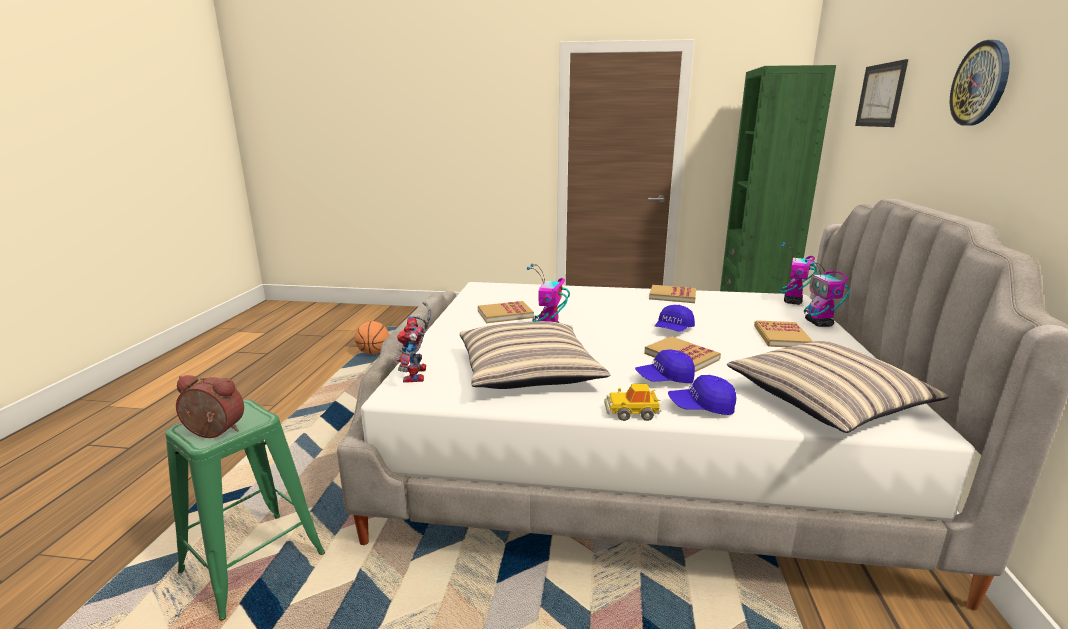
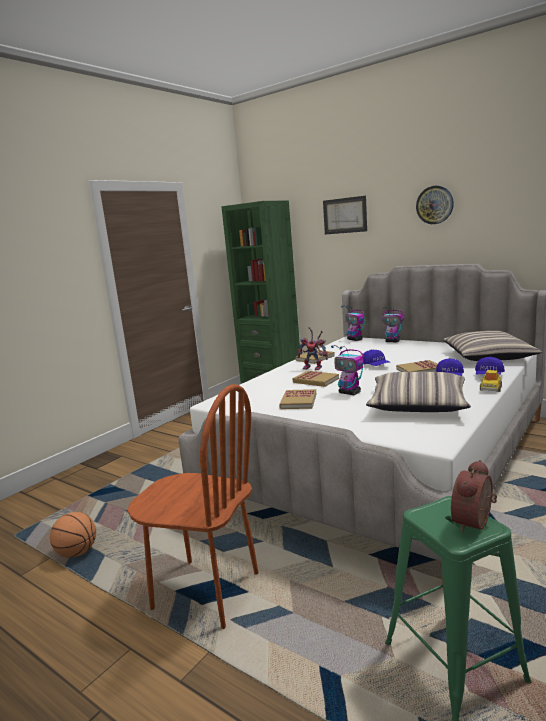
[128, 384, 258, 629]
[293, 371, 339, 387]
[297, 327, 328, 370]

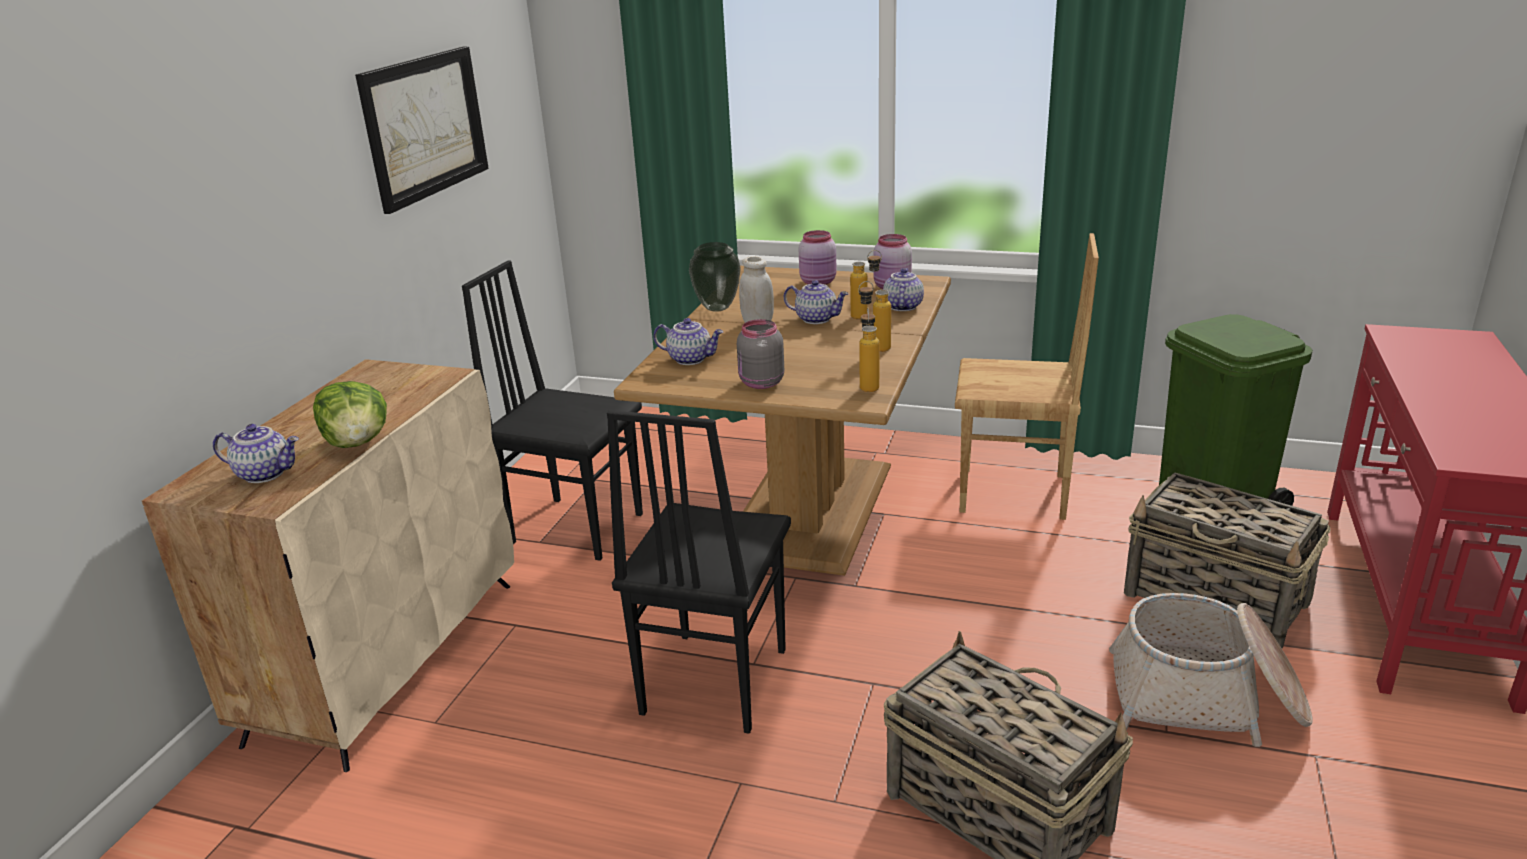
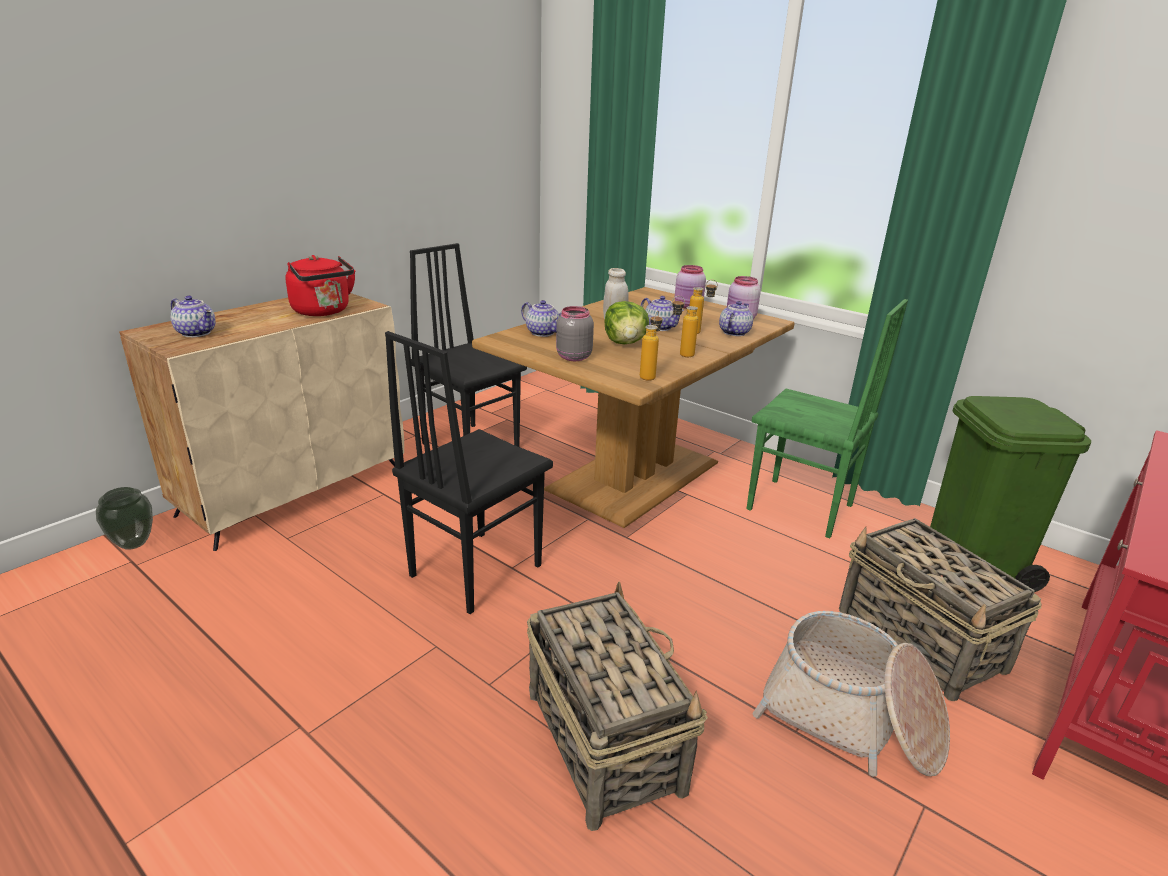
[96, 487, 153, 550]
[285, 255, 356, 316]
[605, 301, 649, 344]
[746, 299, 908, 538]
[355, 46, 489, 214] (first image)

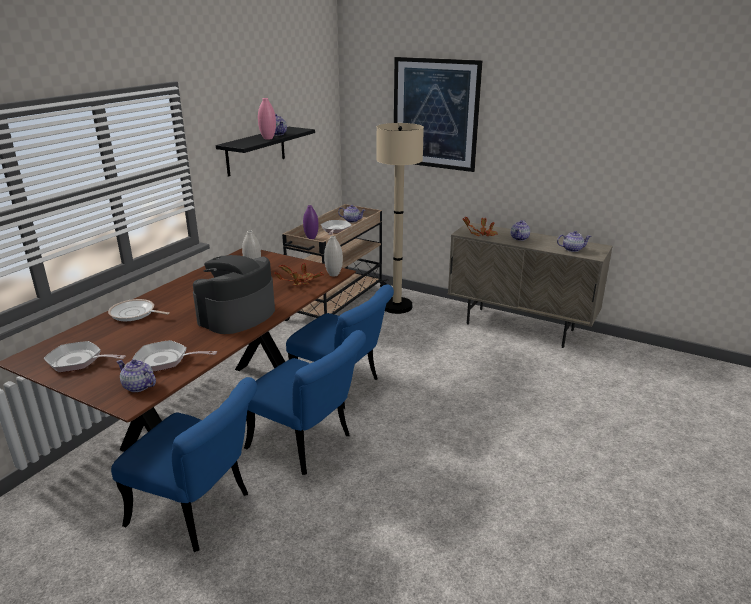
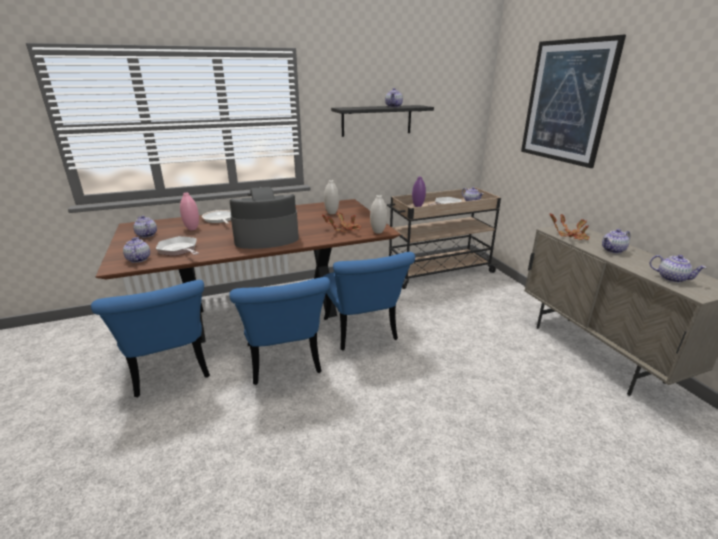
[133, 216, 157, 238]
[180, 193, 199, 230]
[376, 123, 424, 314] (first image)

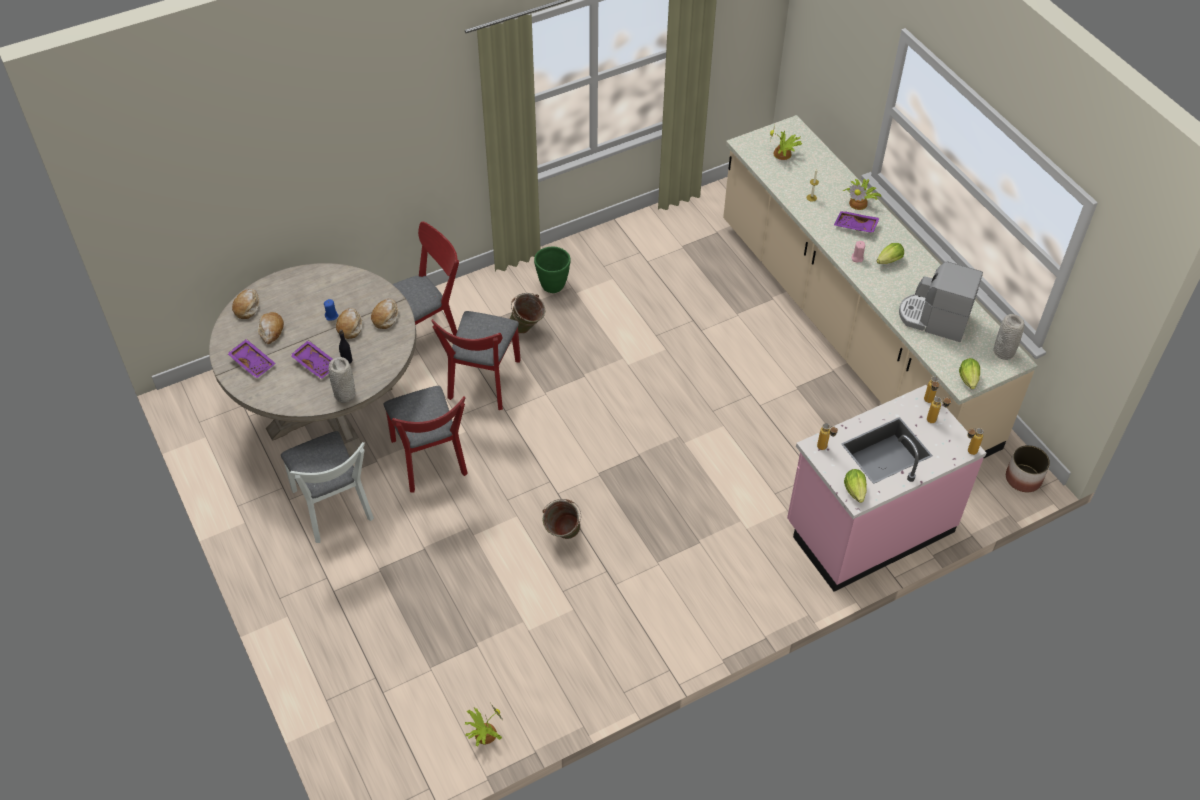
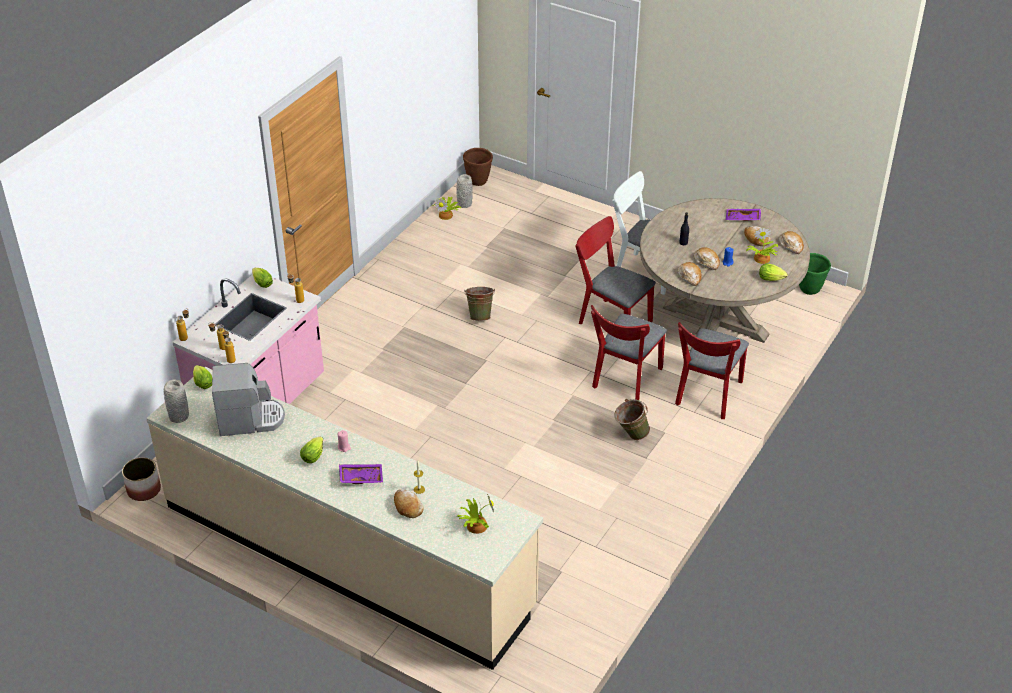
[394, 489, 424, 518]
[456, 174, 473, 208]
[463, 148, 493, 186]
[591, 305, 667, 400]
[746, 227, 778, 264]
[759, 263, 788, 281]
[799, 253, 831, 295]
[290, 340, 332, 379] (first image)

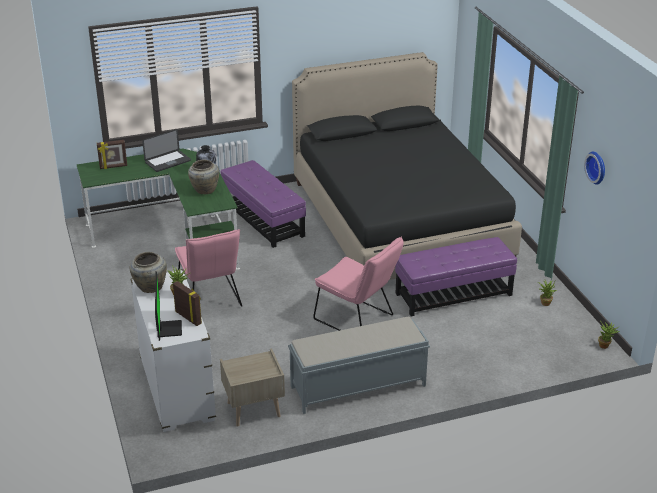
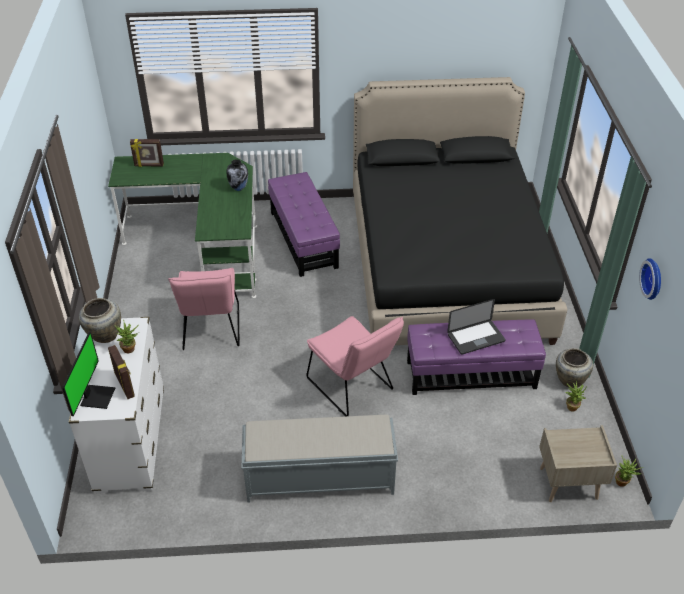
[447, 299, 506, 355]
[539, 425, 617, 502]
[556, 348, 593, 388]

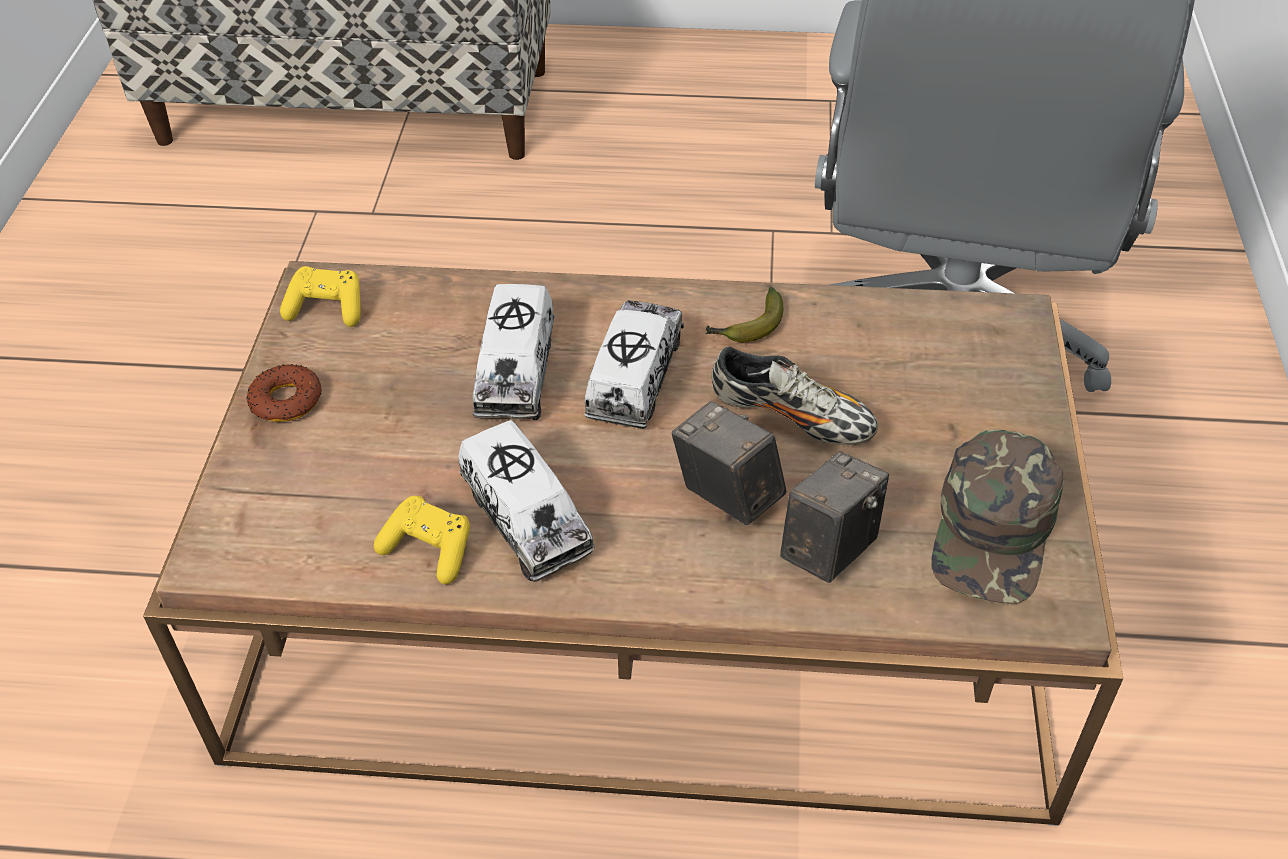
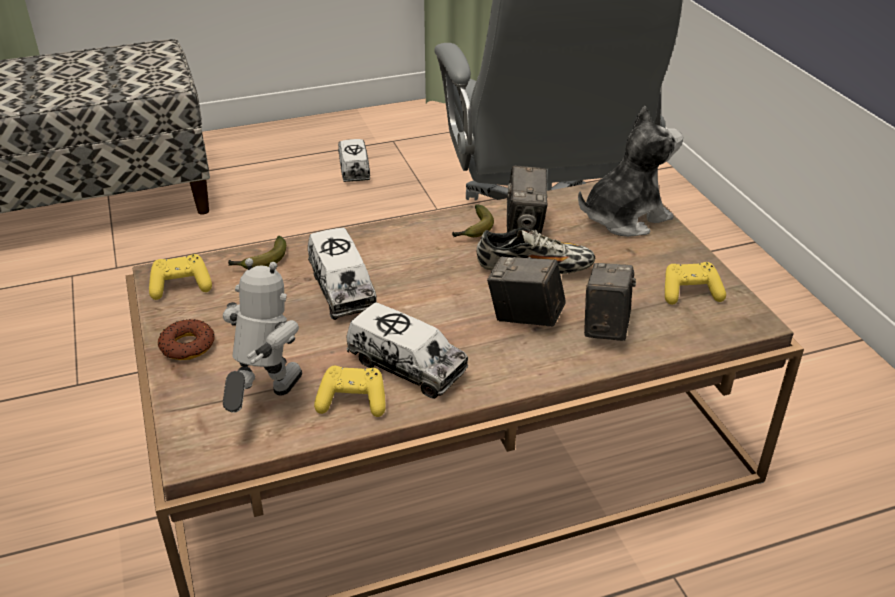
[223, 258, 302, 413]
[228, 236, 286, 269]
[338, 139, 370, 182]
[507, 166, 548, 234]
[578, 106, 683, 237]
[665, 262, 726, 305]

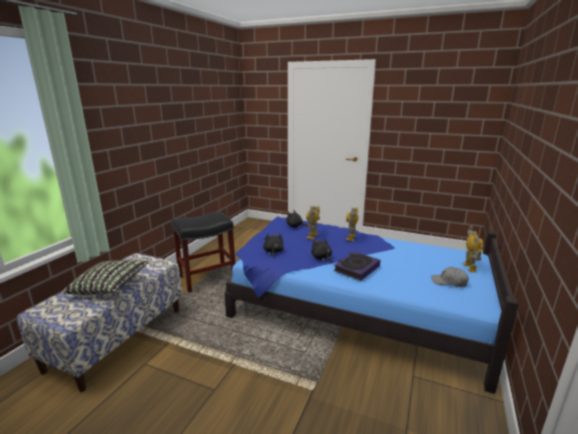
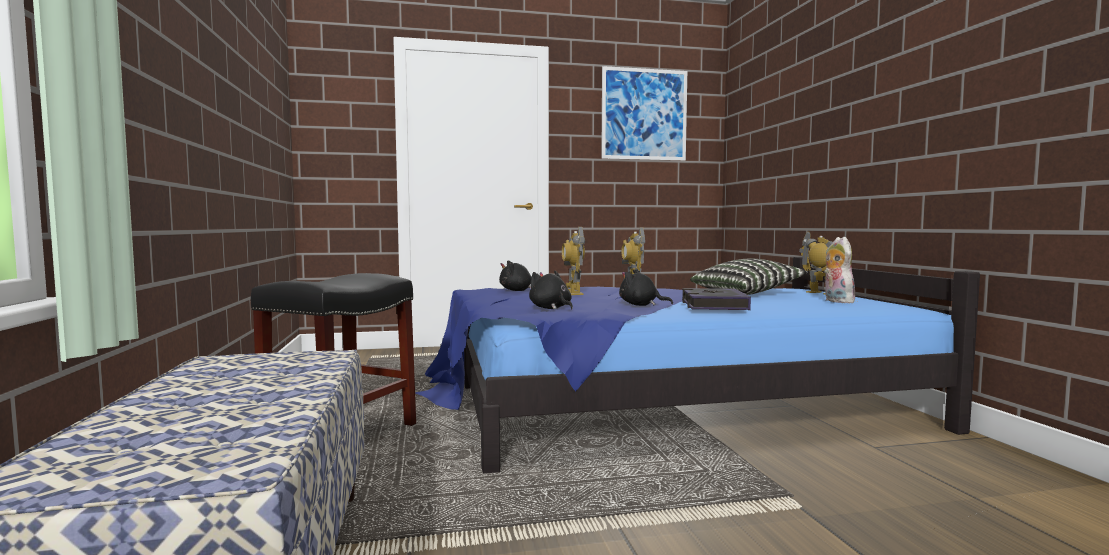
[601, 66, 687, 161]
[690, 258, 807, 295]
[824, 237, 855, 303]

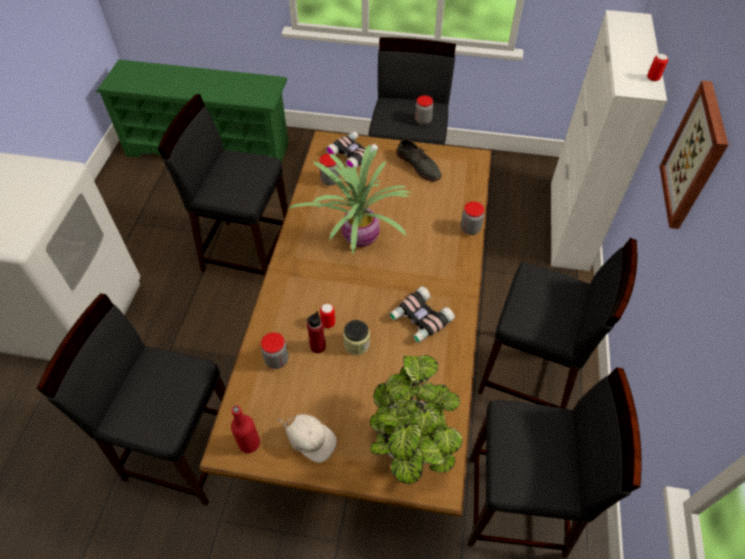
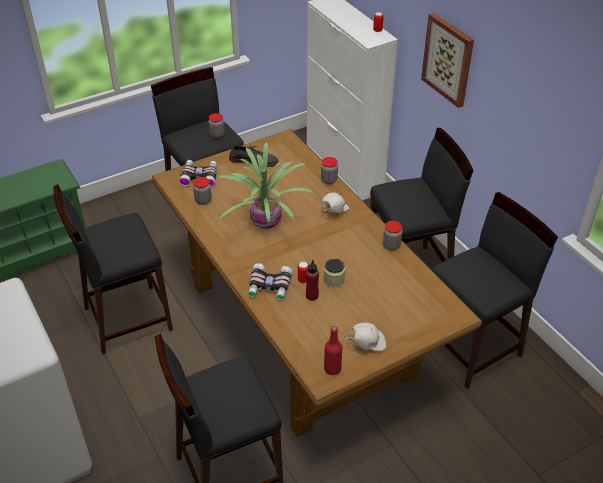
[248, 263, 293, 300]
[321, 192, 349, 213]
[383, 221, 403, 250]
[370, 355, 463, 484] (first image)

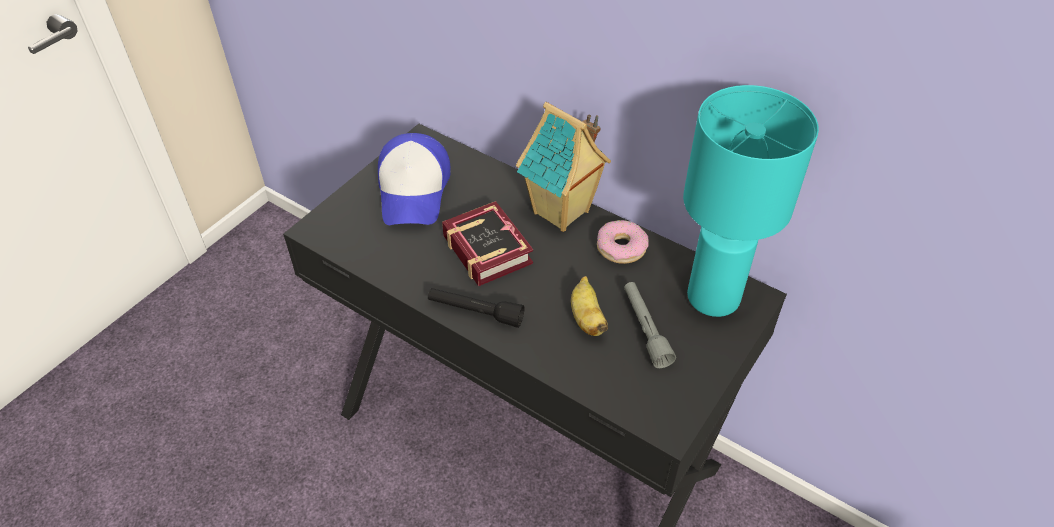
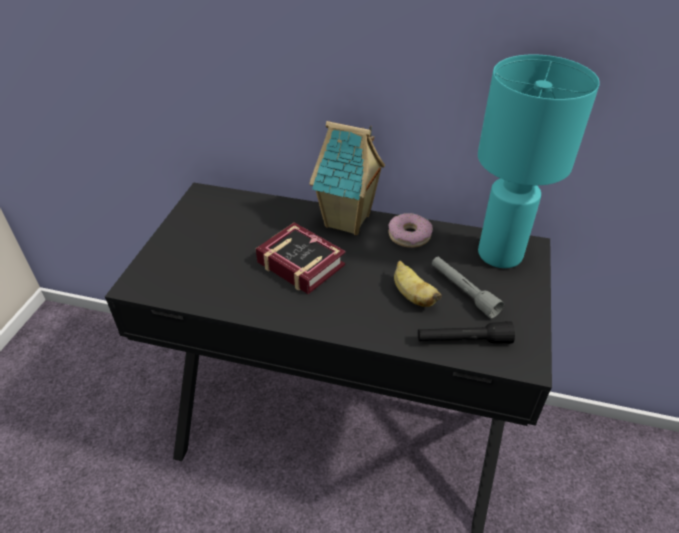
[418, 321, 515, 344]
[378, 133, 451, 225] (first image)

